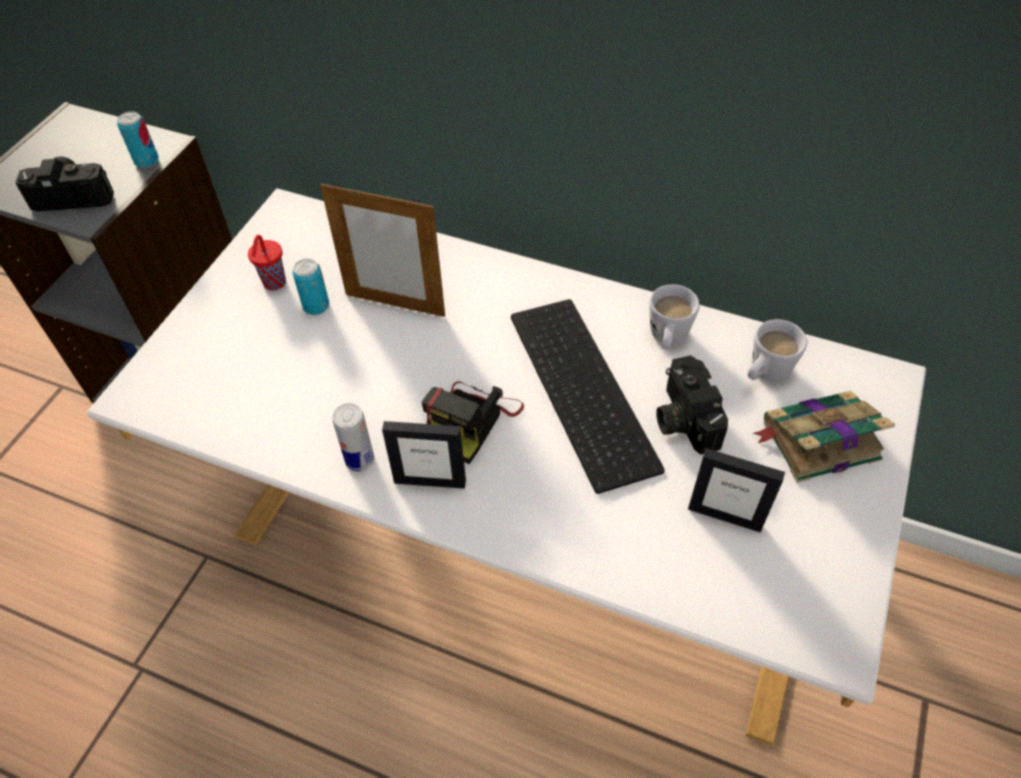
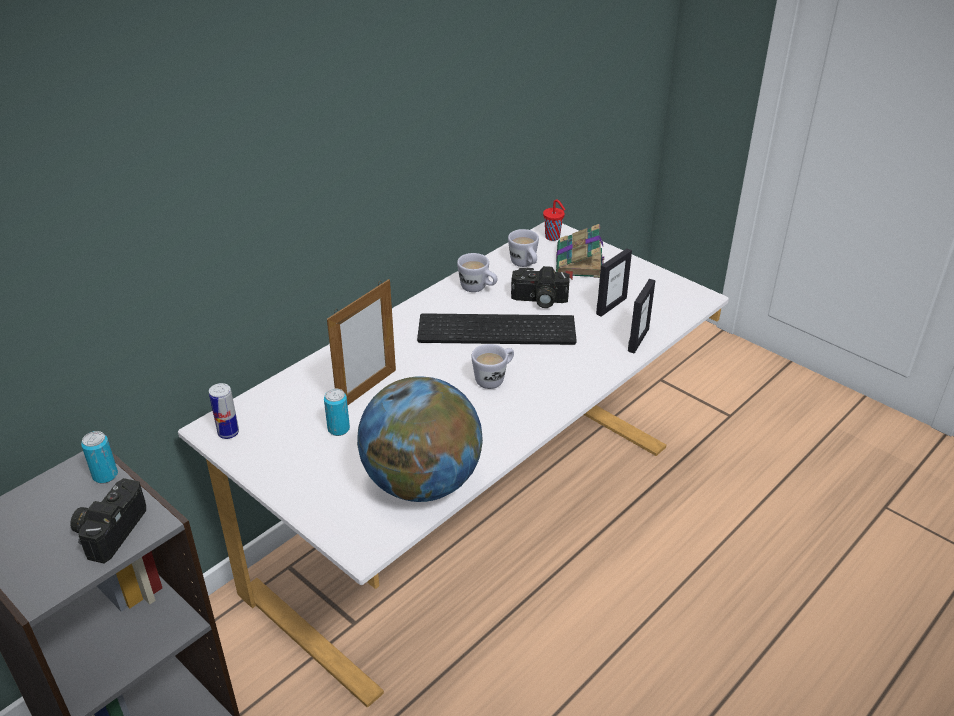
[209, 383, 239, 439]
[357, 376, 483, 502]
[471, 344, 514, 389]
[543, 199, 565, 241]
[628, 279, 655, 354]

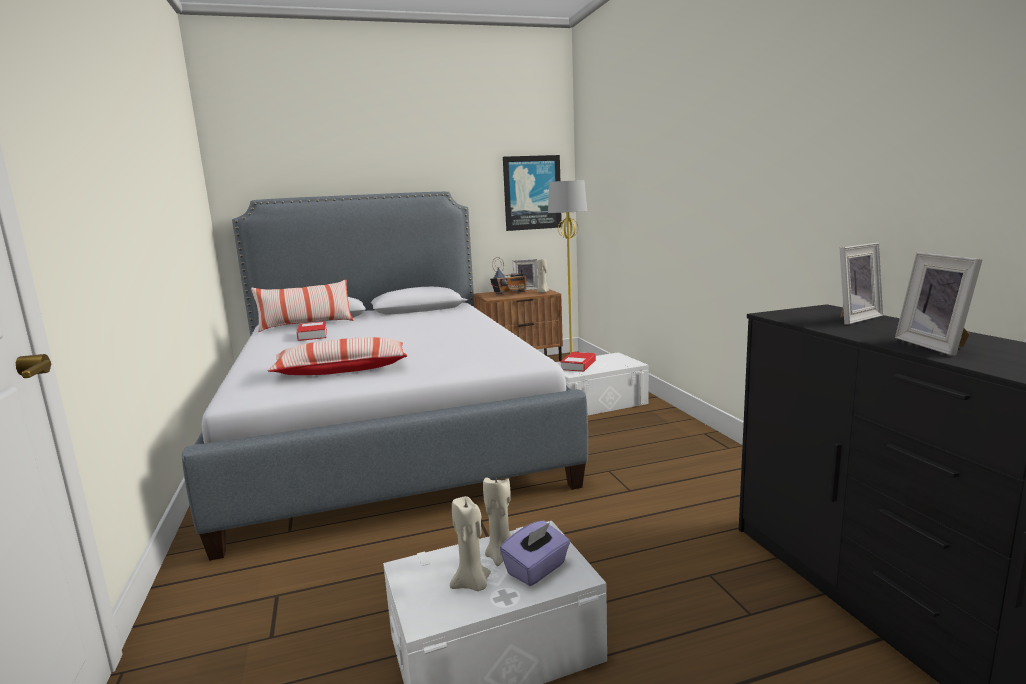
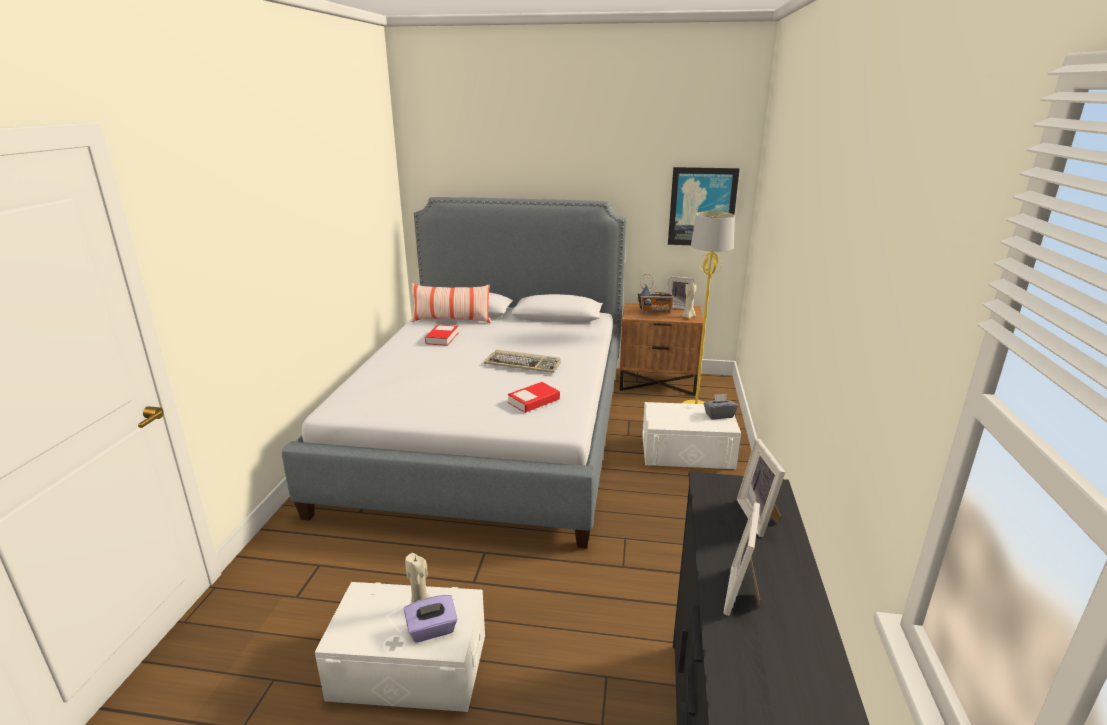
[484, 350, 561, 373]
[508, 382, 560, 413]
[704, 394, 738, 419]
[737, 439, 785, 537]
[268, 337, 408, 375] (first image)
[450, 496, 491, 591] (first image)

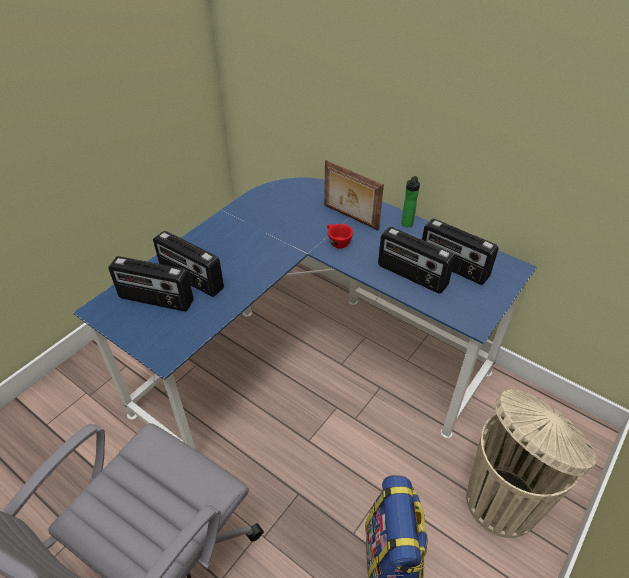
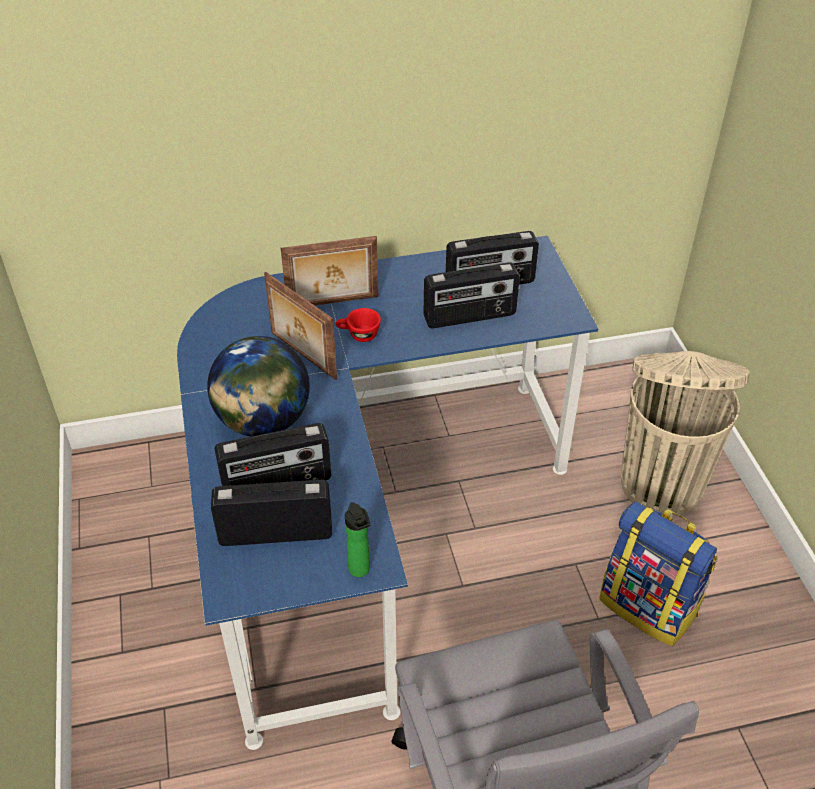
[207, 336, 310, 437]
[211, 480, 332, 546]
[264, 272, 337, 380]
[345, 502, 370, 577]

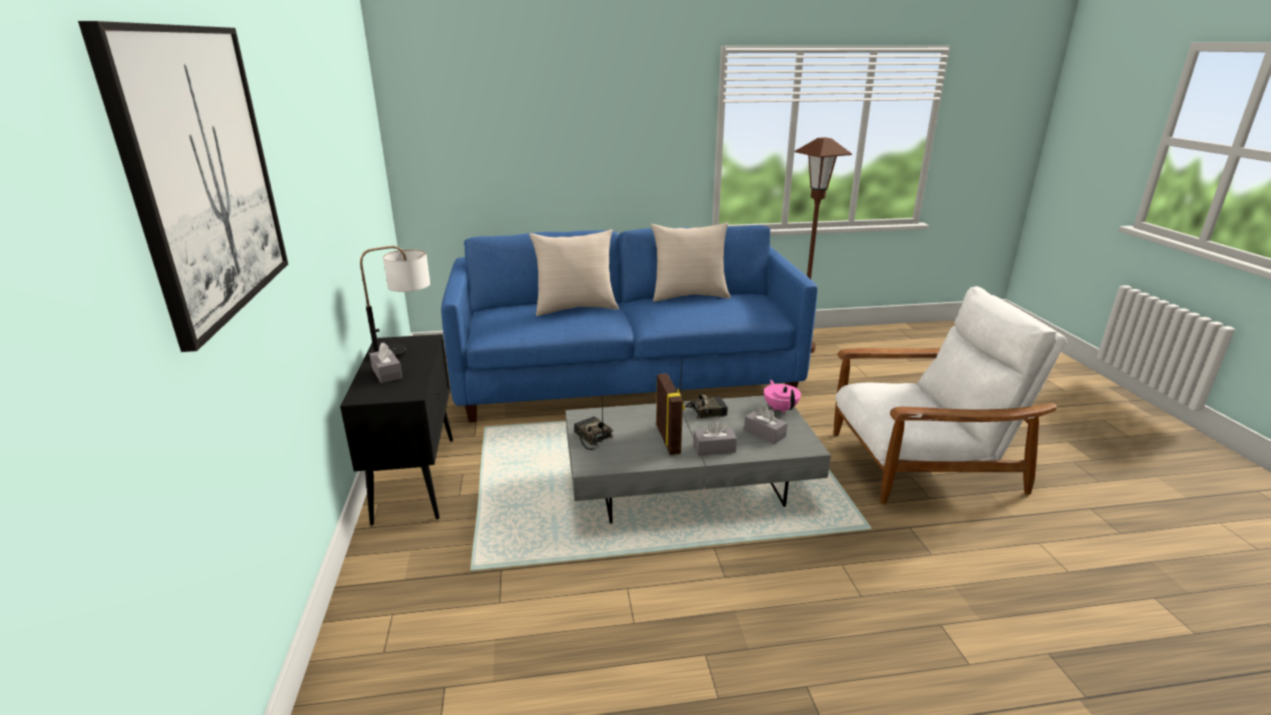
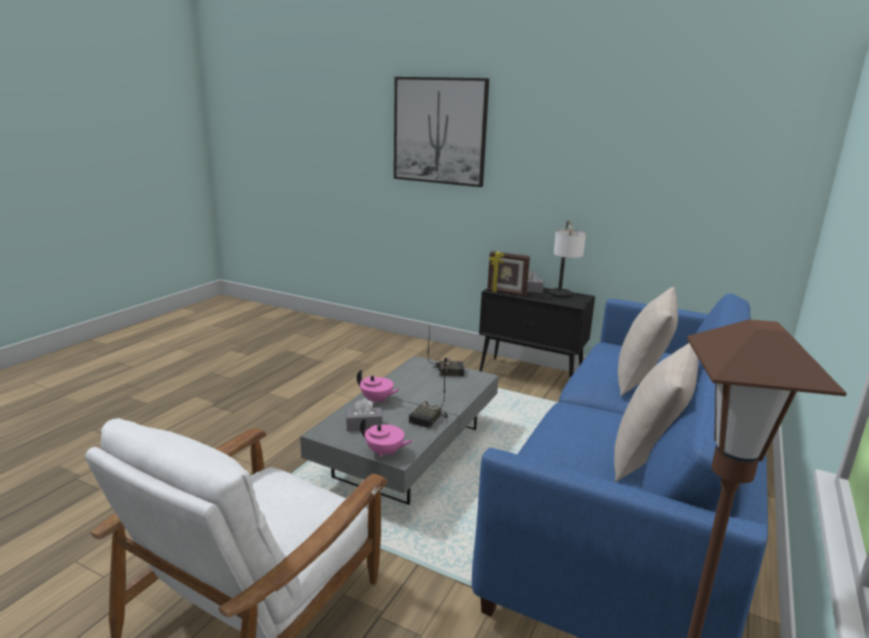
[357, 370, 399, 403]
[487, 251, 530, 296]

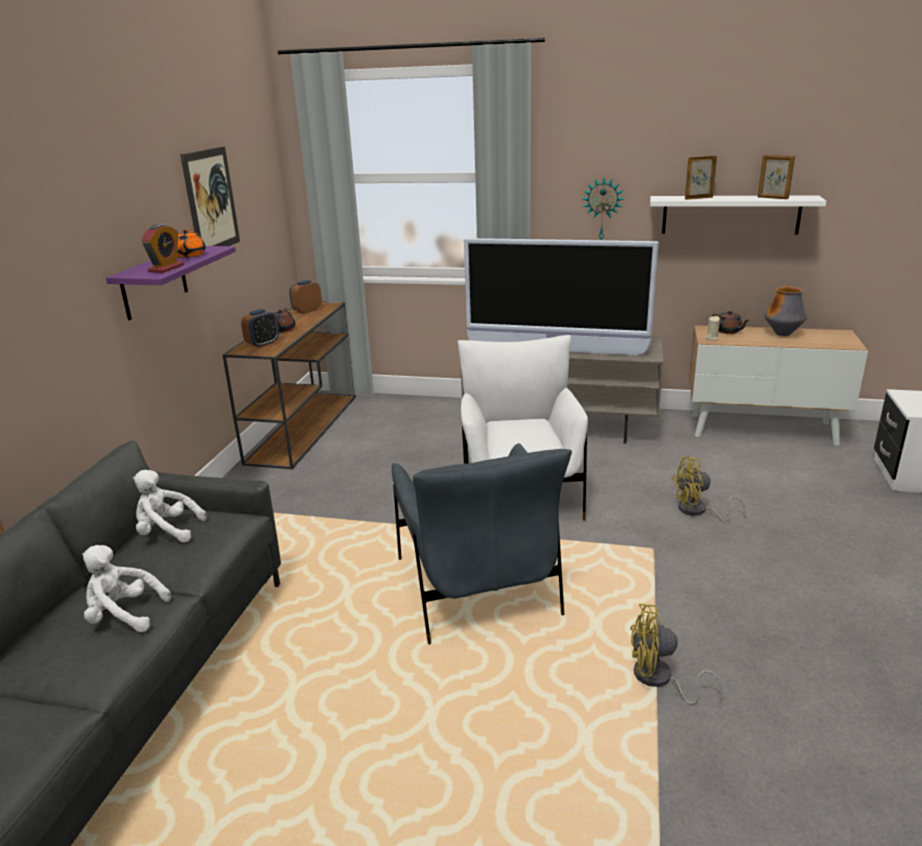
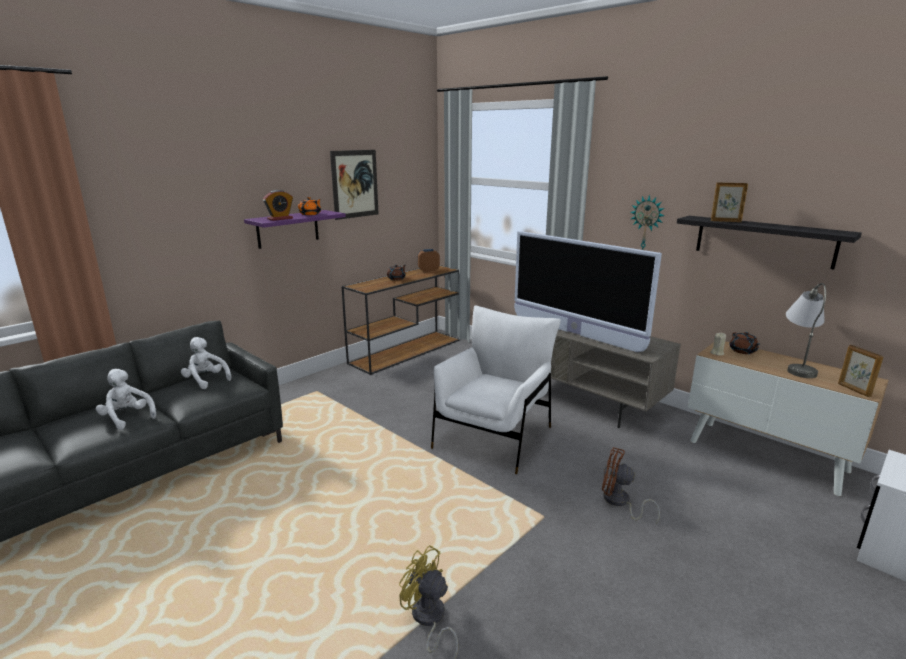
[602, 447, 660, 524]
[677, 216, 862, 270]
[786, 283, 826, 378]
[838, 345, 884, 397]
[241, 309, 279, 348] (first image)
[392, 443, 572, 644] (first image)

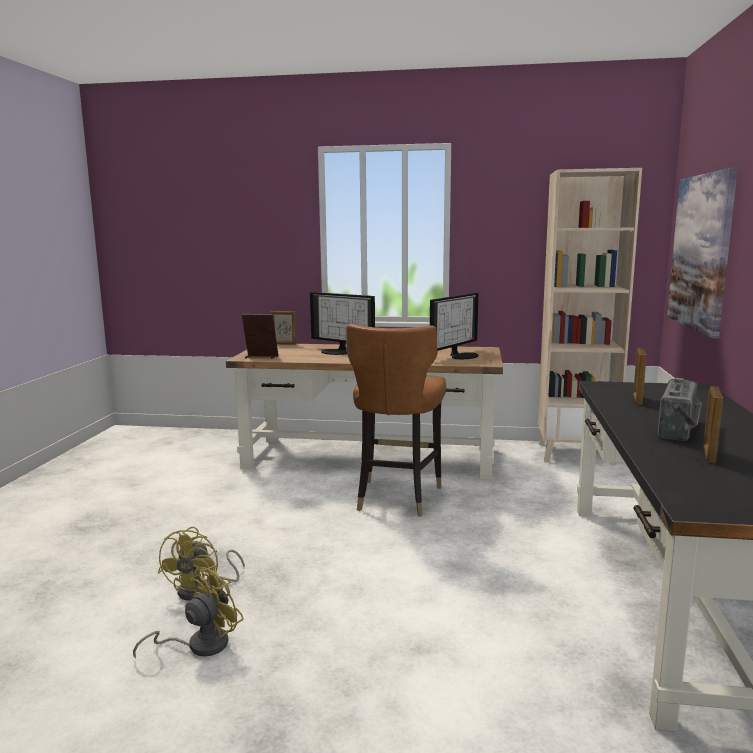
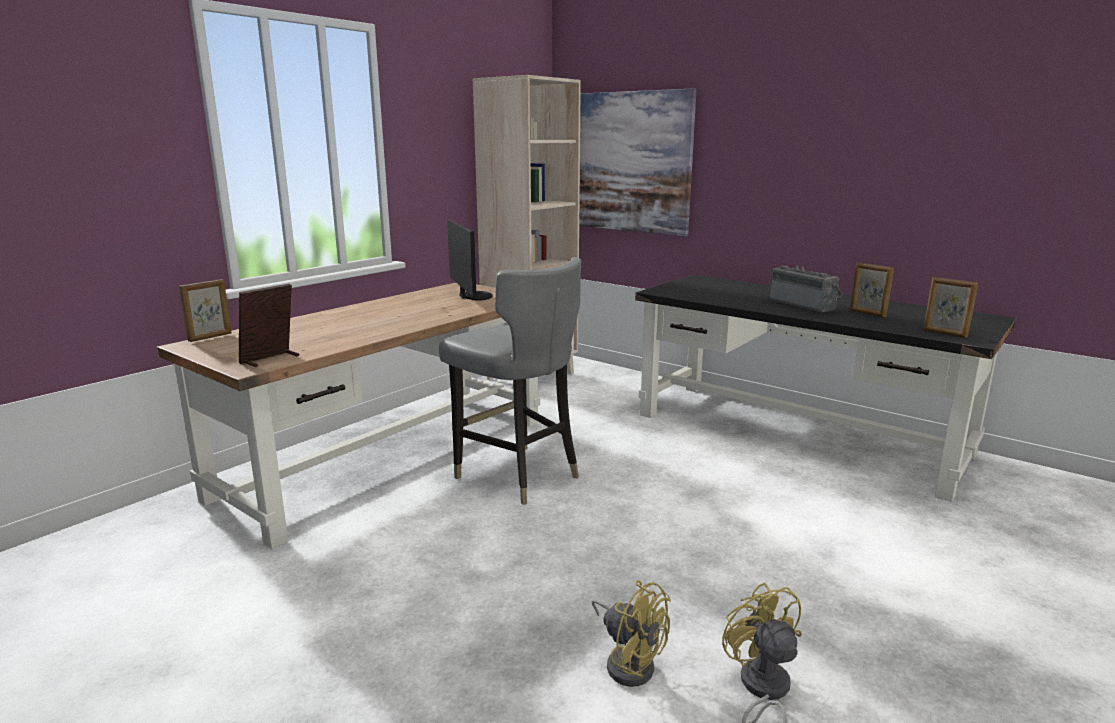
[439, 257, 581, 505]
[923, 277, 978, 338]
[310, 292, 375, 355] (first image)

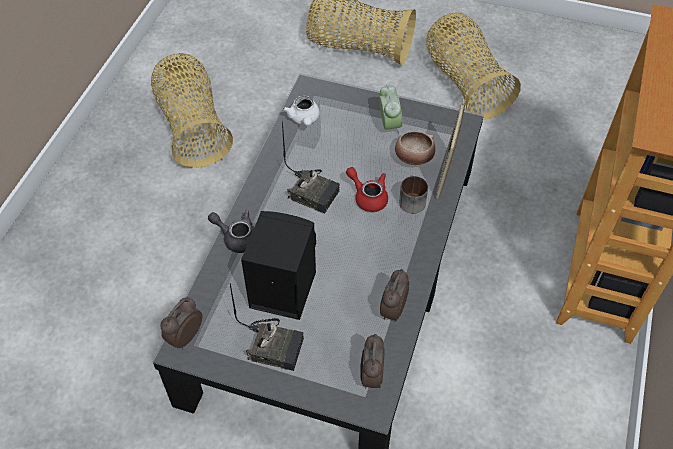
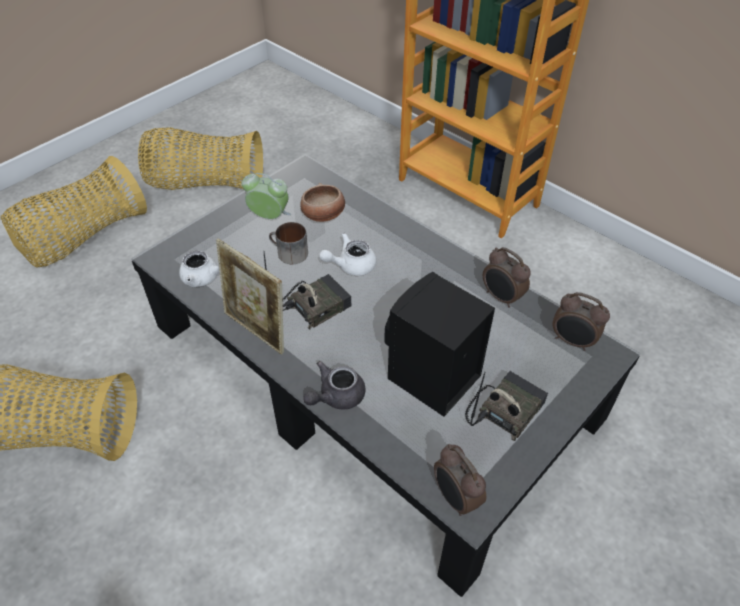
[216, 238, 284, 354]
[269, 222, 308, 264]
[319, 233, 376, 276]

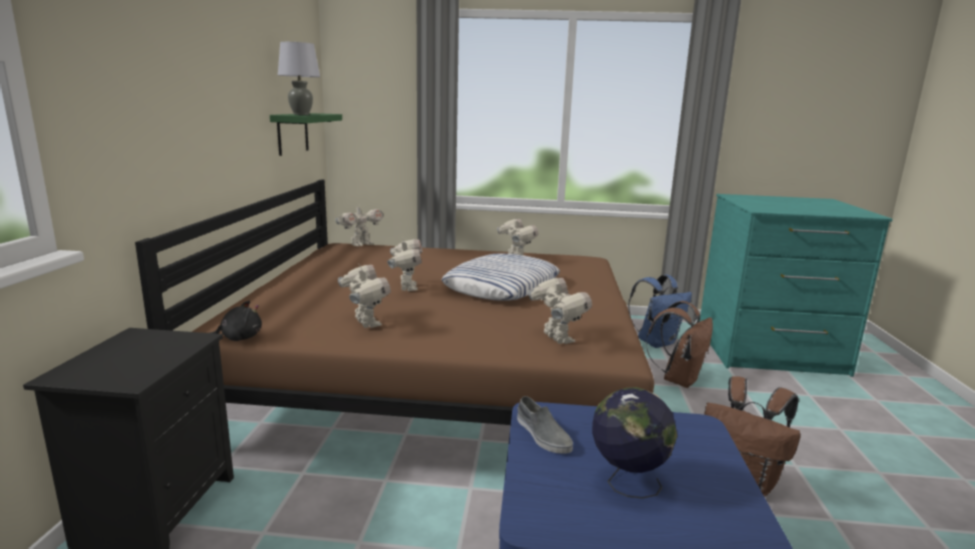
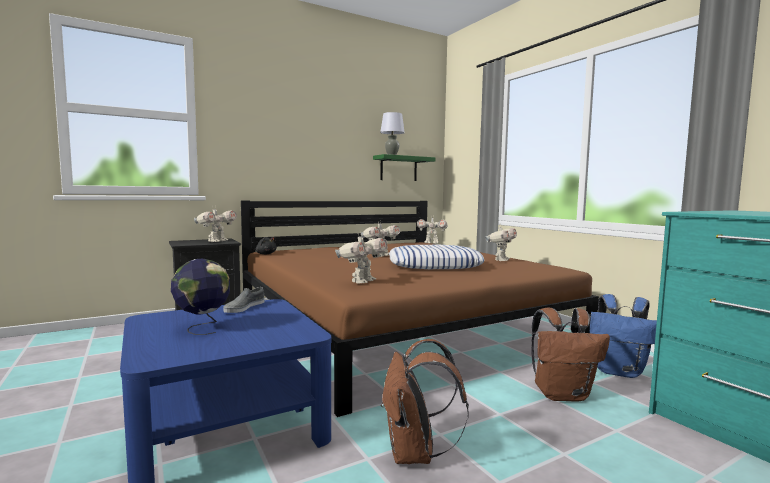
[194, 206, 237, 242]

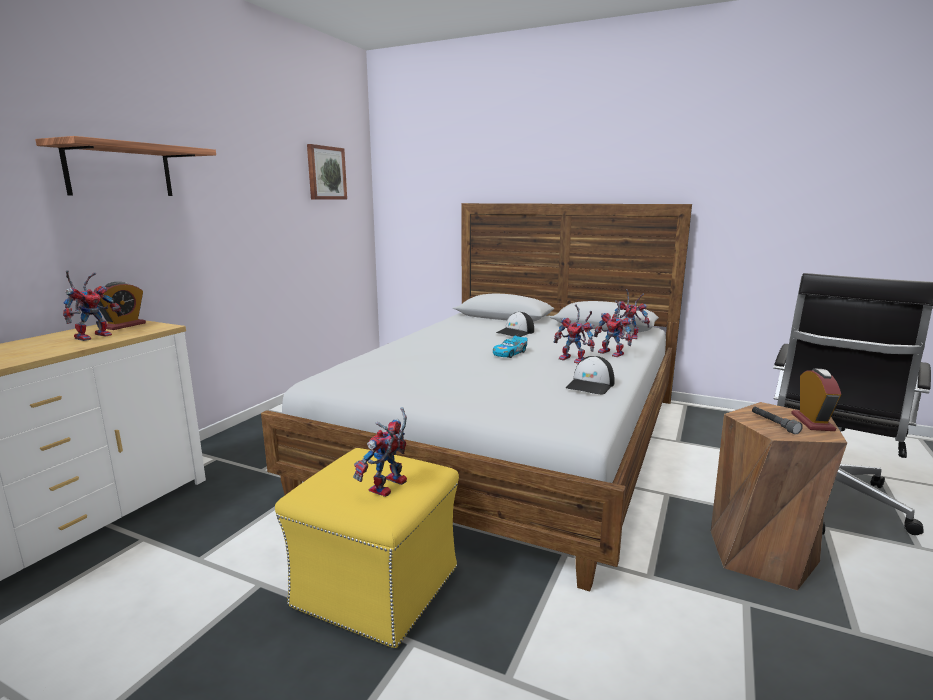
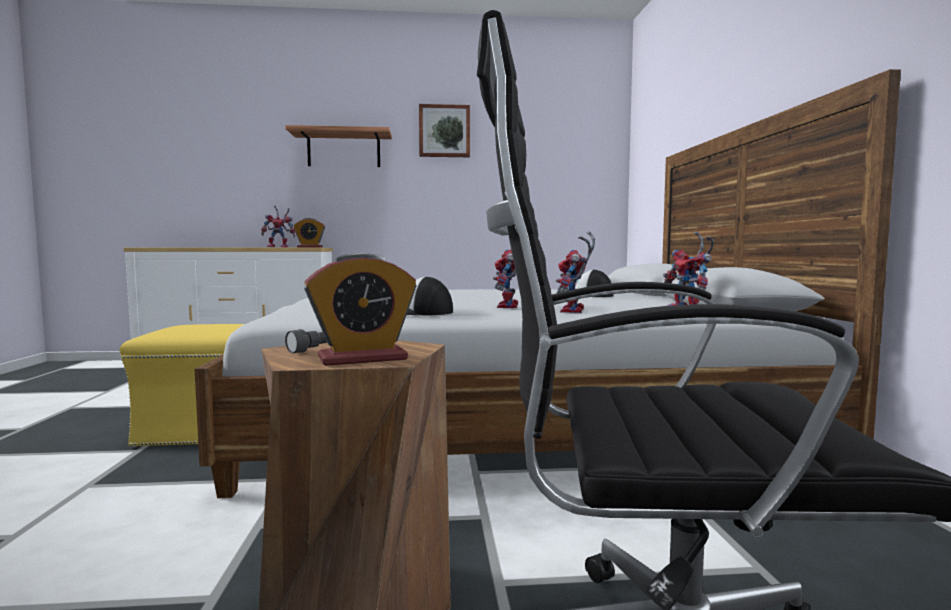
[419, 104, 470, 157]
[353, 408, 407, 497] (first image)
[493, 335, 528, 358] (first image)

